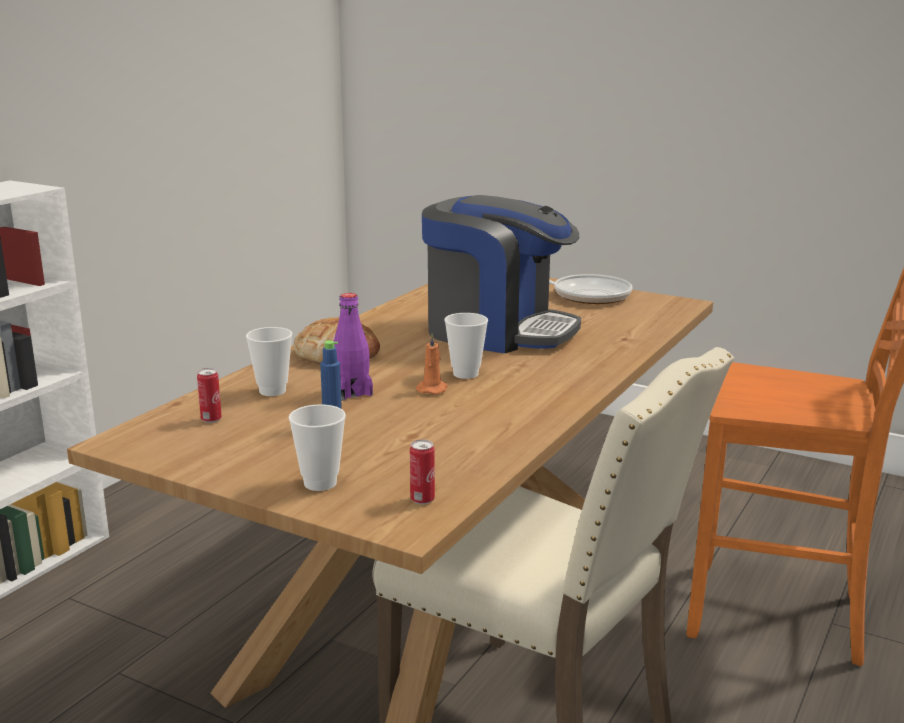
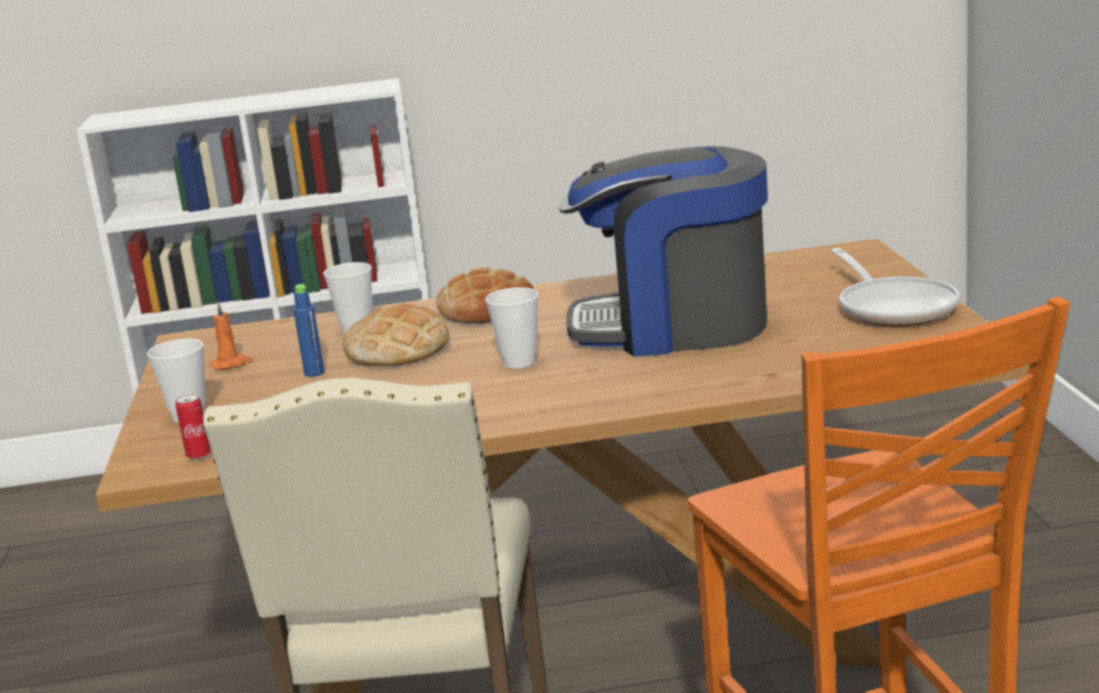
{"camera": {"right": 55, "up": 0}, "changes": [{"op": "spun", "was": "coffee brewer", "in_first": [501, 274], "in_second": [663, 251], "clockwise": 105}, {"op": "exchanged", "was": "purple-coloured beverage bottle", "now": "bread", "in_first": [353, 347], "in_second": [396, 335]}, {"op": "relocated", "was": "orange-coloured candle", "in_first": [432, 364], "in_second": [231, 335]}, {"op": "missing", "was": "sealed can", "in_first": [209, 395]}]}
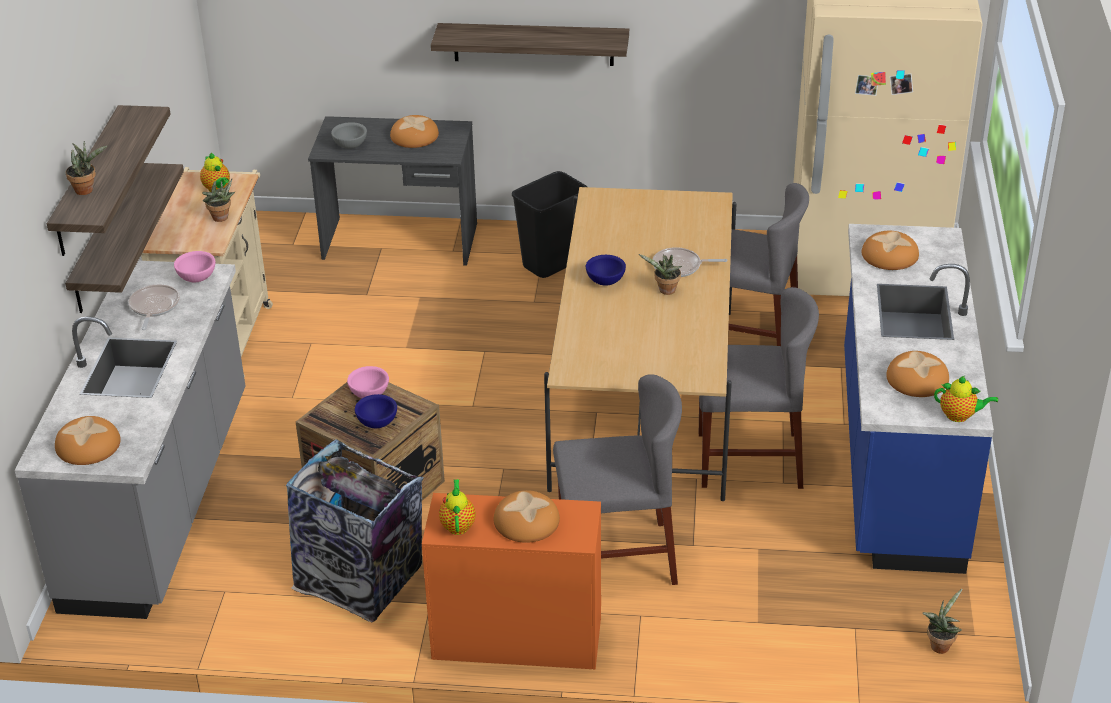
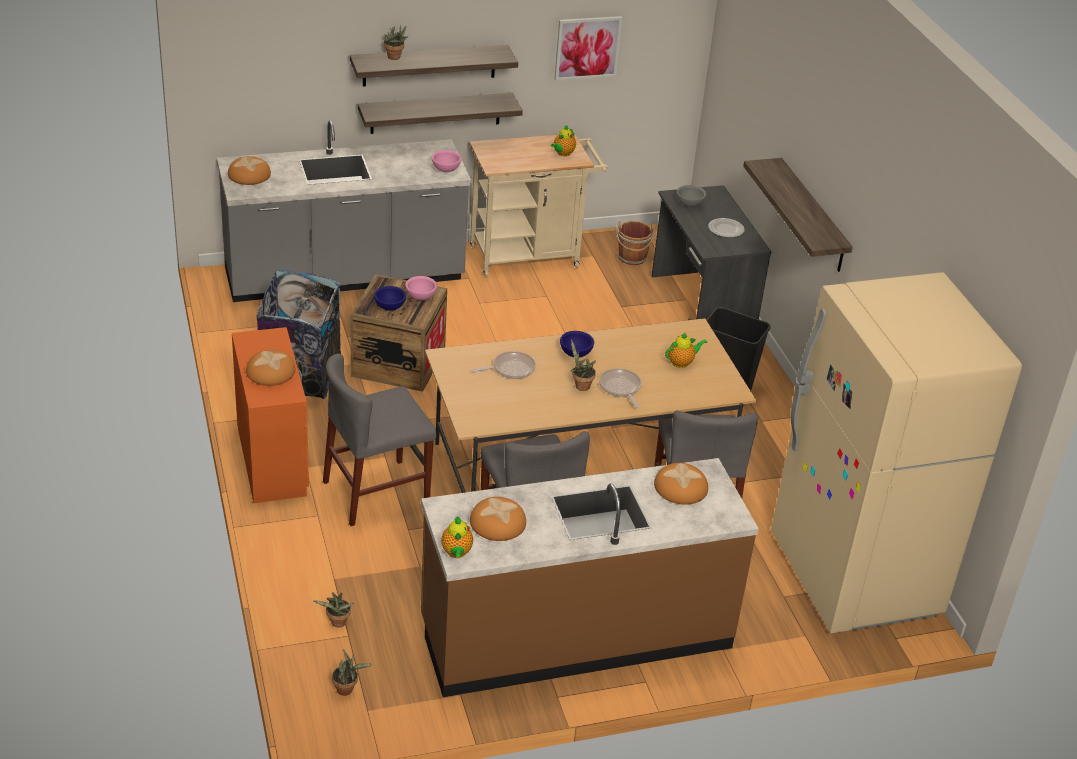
{"camera": {"right": 65, "up": 0}, "changes": [{"op": "exchanged", "was": "bread", "now": "flat dish", "in_first": [414, 131], "in_second": [726, 228]}, {"op": "relocated", "was": "plant in a pot", "in_first": [218, 200], "in_second": [333, 610]}, {"op": "colour", "was": "blue kitchen counter", "now": "brown kitchen counter", "in_first": [919, 399], "in_second": [590, 577]}, {"op": "relocated", "was": "frying pan", "in_first": [154, 307], "in_second": [504, 365]}, {"op": "spun", "was": "greyish upright chair", "in_first": [617, 479], "in_second": [380, 440], "clockwise": 90}, {"op": "relocated", "was": "teapot", "in_first": [457, 507], "in_second": [686, 350]}, {"op": "appeared", "now": "wall picture", "in_second": [588, 48]}, {"op": "appeared", "now": "brown water bucket", "in_second": [635, 243]}]}
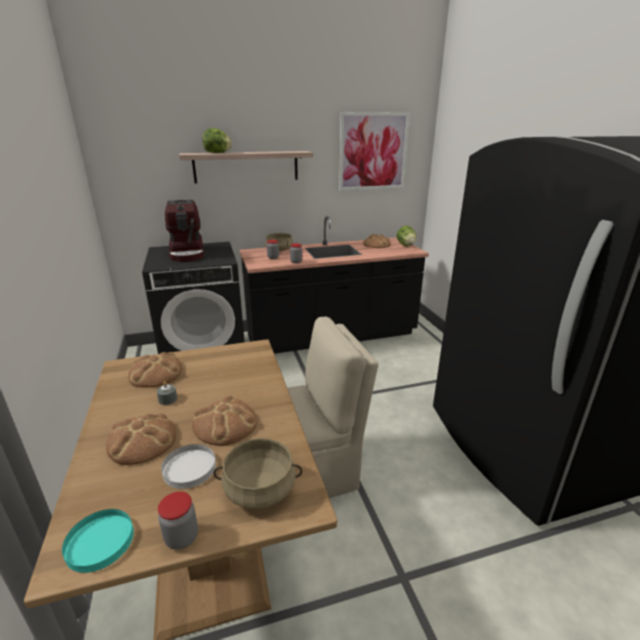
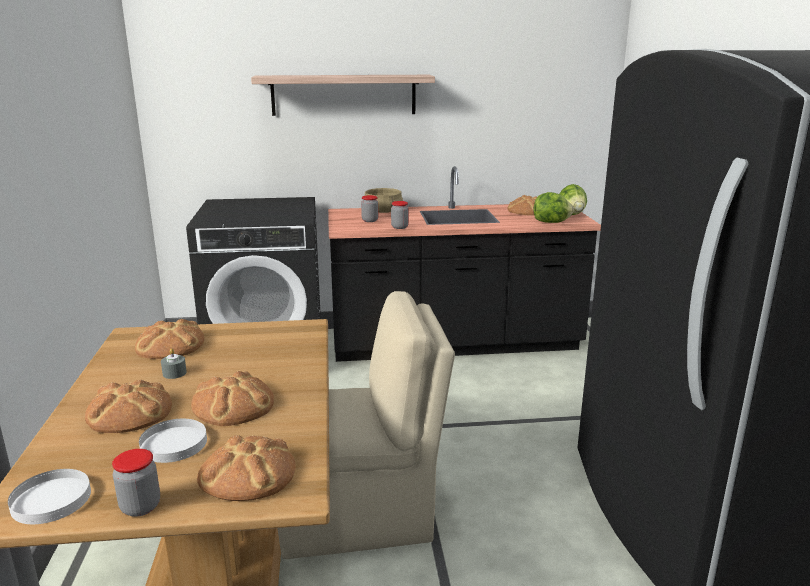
{"camera": {"right": 10, "up": -5}, "changes": [{"op": "missing", "was": "wall picture", "in_first": [374, 151]}, {"op": "relocated", "was": "head of lettuce", "in_first": [217, 140], "in_second": [553, 207]}, {"op": "missing", "was": "coffee brewer", "in_first": [184, 231]}, {"op": "exchanged", "was": "beige saucepot", "now": "bread", "in_first": [257, 473], "in_second": [246, 468]}, {"op": "colour", "was": "turquoise-coloured flat dish", "now": "white flat dish", "in_first": [98, 541], "in_second": [49, 496]}]}
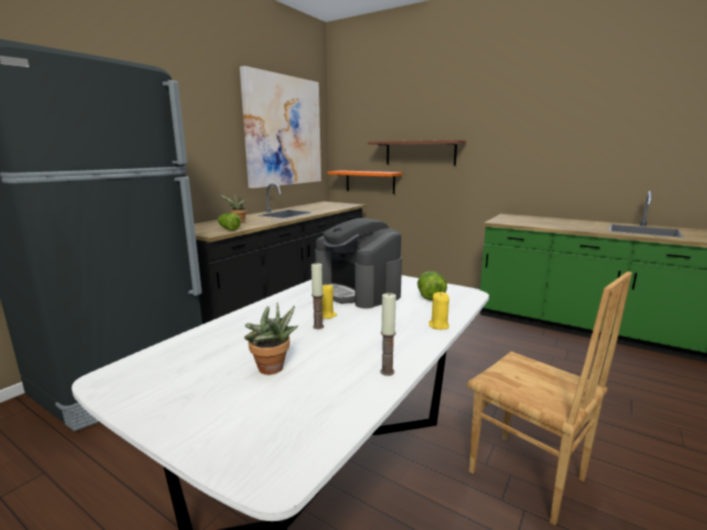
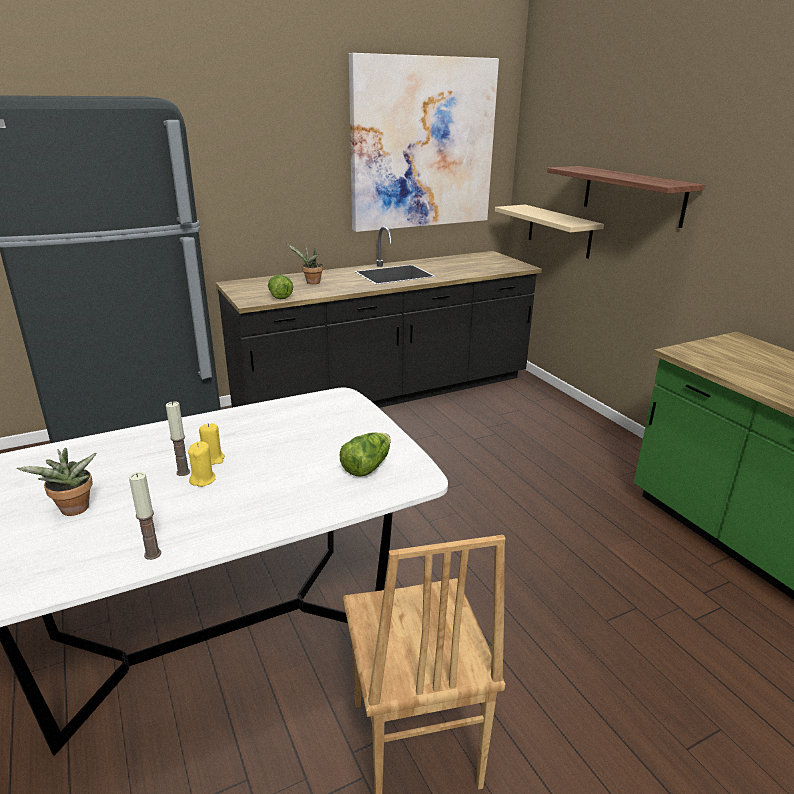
{"camera": {"right": 30, "up": 10}, "changes": [{"op": "colour", "was": "orange-coloured shelf", "now": "beige shelf", "in_first": [365, 182], "in_second": [549, 232]}, {"op": "missing", "was": "coffee brewer", "in_first": [358, 263]}, {"op": "relocated", "was": "yellow-coloured candle", "in_first": [439, 311], "in_second": [202, 464]}]}
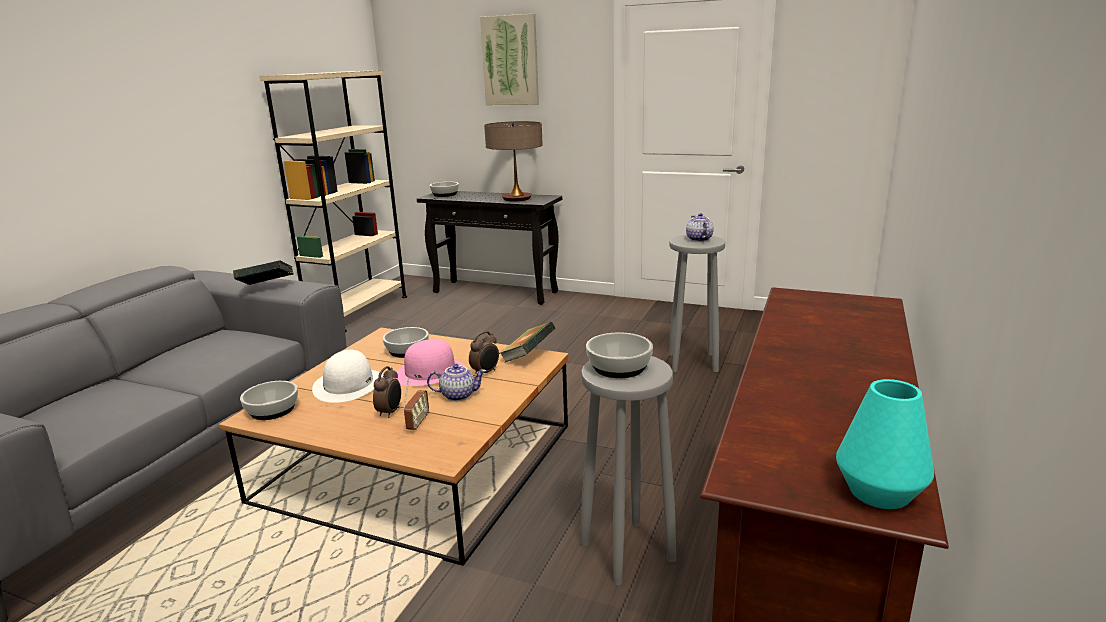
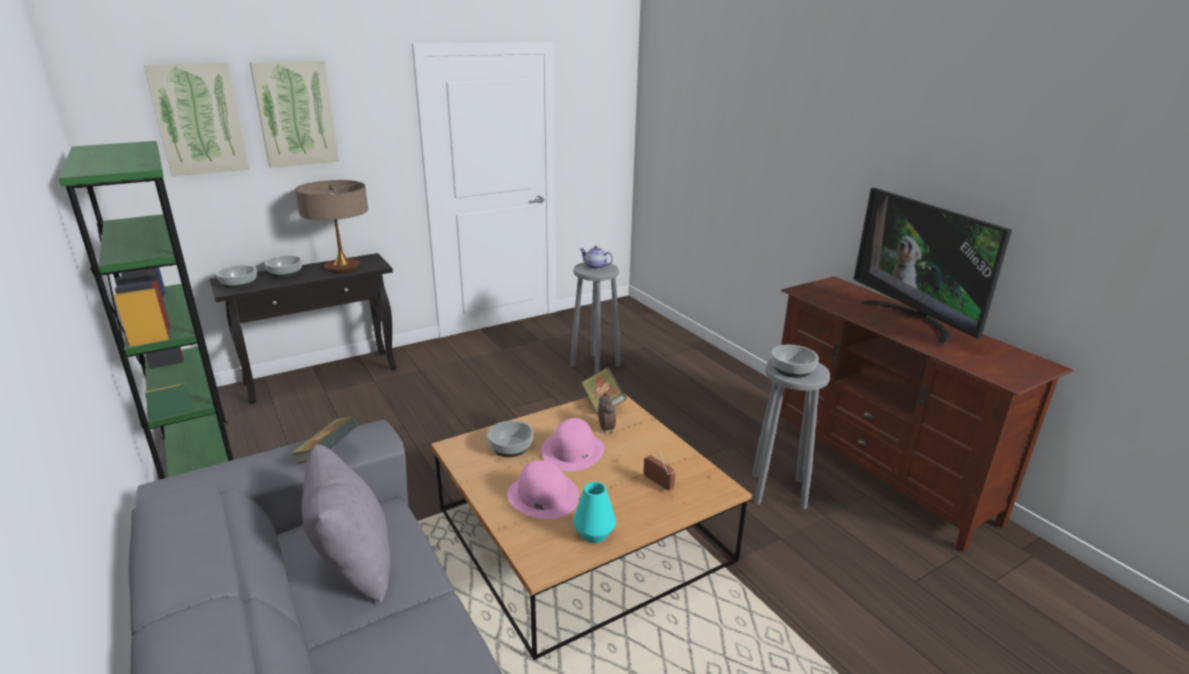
{"camera": {"right": -55, "up": 5}, "changes": [{"op": "colour", "was": "beige bookshelf", "now": "green-coloured bookshelf", "in_first": [333, 201], "in_second": [146, 310]}, {"op": "colour", "was": "white clothing hat", "now": "pink-coloured clothing hat", "in_first": [348, 376], "in_second": [543, 489]}, {"op": "missing", "was": "teapot", "in_first": [456, 382]}, {"op": "missing", "was": "bedside clock", "in_first": [387, 392]}, {"op": "relocated", "was": "turquoise-coloured decorative vase", "in_first": [885, 444], "in_second": [594, 512]}, {"op": "relocated", "was": "serving bowl", "in_first": [269, 400], "in_second": [283, 267]}, {"op": "appeared", "now": "wall picture", "in_second": [196, 119]}, {"op": "appeared", "now": "TV set", "in_second": [932, 266]}, {"op": "appeared", "now": "greyish pillow", "in_second": [346, 524]}]}
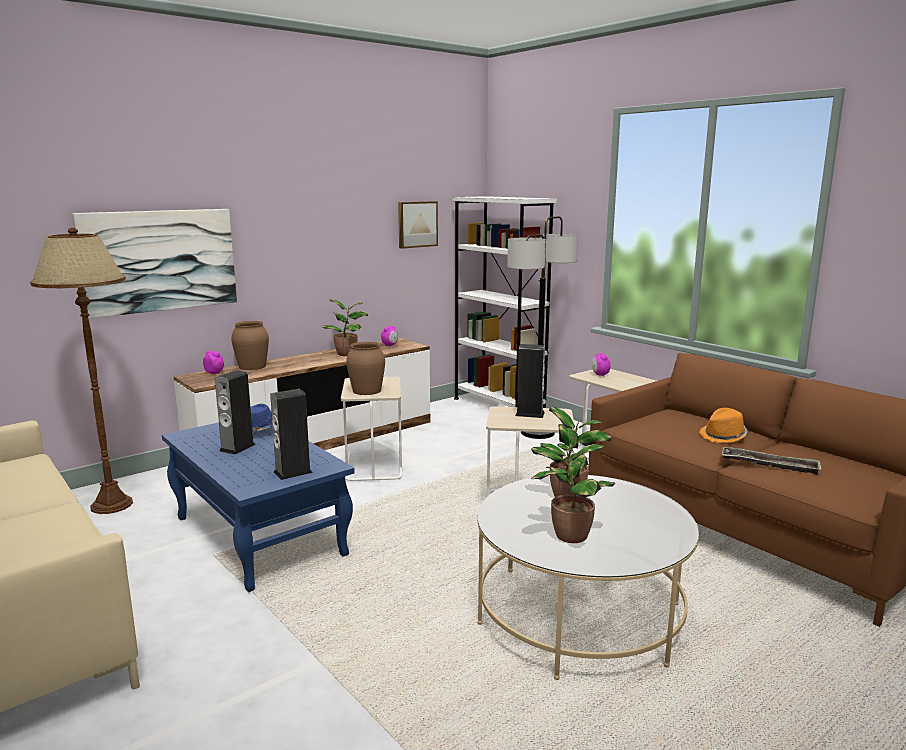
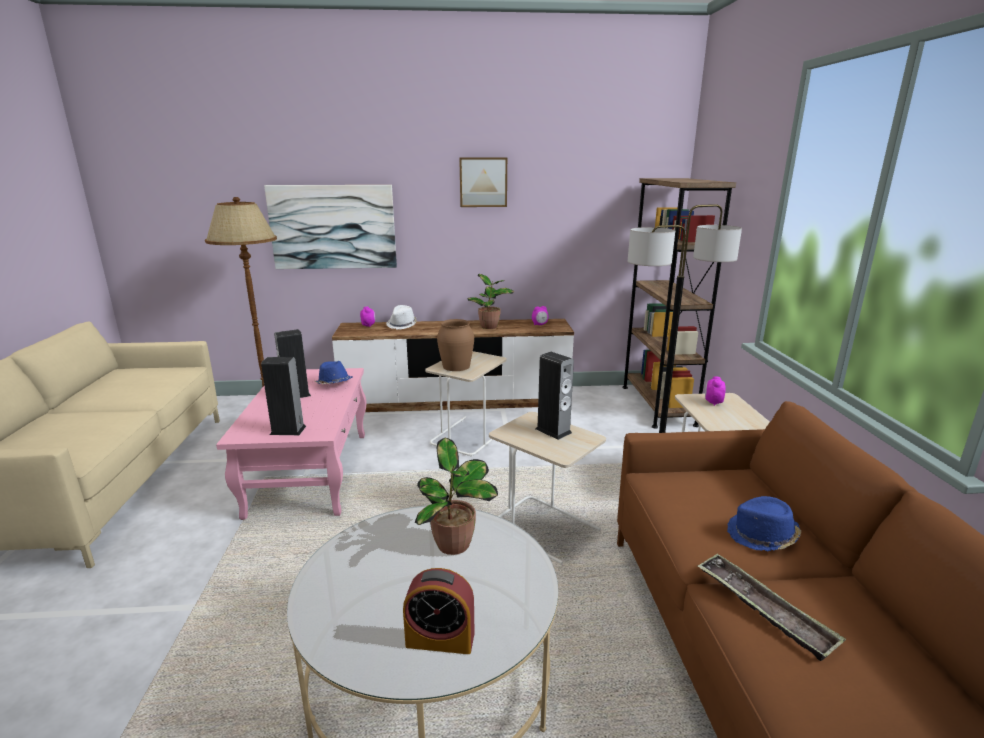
{"camera": {"right": 35, "up": 5}, "changes": [{"op": "colour", "was": "white bookshelf", "now": "brown bookshelf", "in_first": [505, 302], "in_second": [679, 303]}, {"op": "relocated", "was": "wall picture", "in_first": [418, 225], "in_second": [483, 182]}, {"op": "exchanged", "was": "brown decorative vase", "now": "white clothing hat", "in_first": [250, 345], "in_second": [401, 317]}, {"op": "colour", "was": "orange-coloured clothing hat", "now": "blue clothing hat", "in_first": [723, 425], "in_second": [764, 523]}, {"op": "colour", "was": "blue coffee table", "now": "pink-coloured coffee table", "in_first": [258, 507], "in_second": [291, 444]}, {"op": "missing", "was": "plant in a pot", "in_first": [573, 493]}, {"op": "appeared", "now": "bedside clock", "in_second": [439, 611]}]}
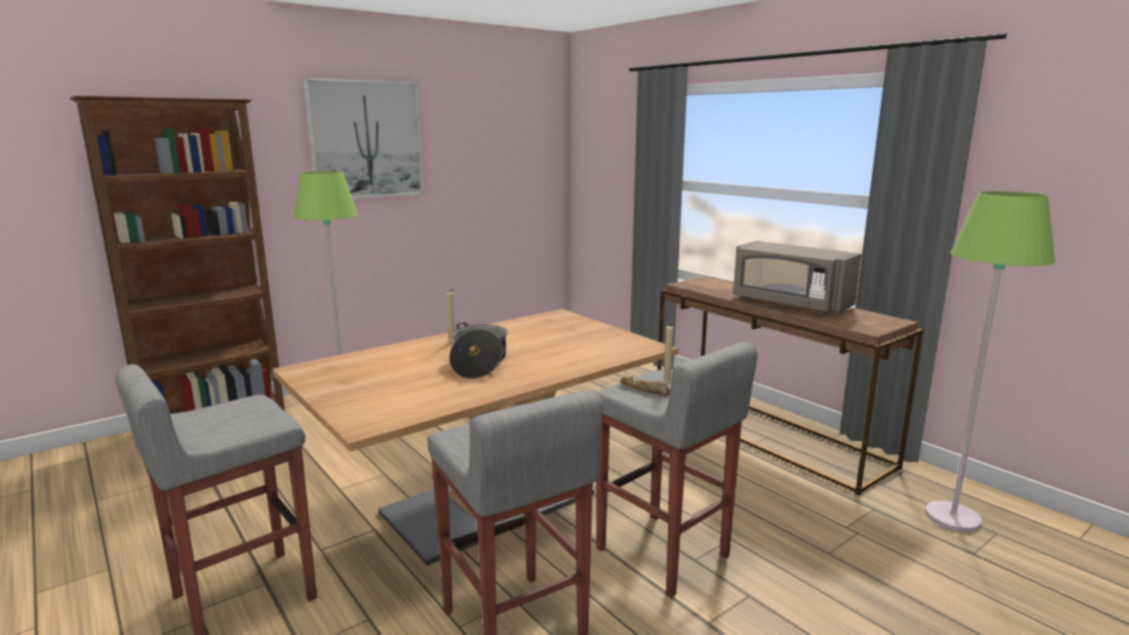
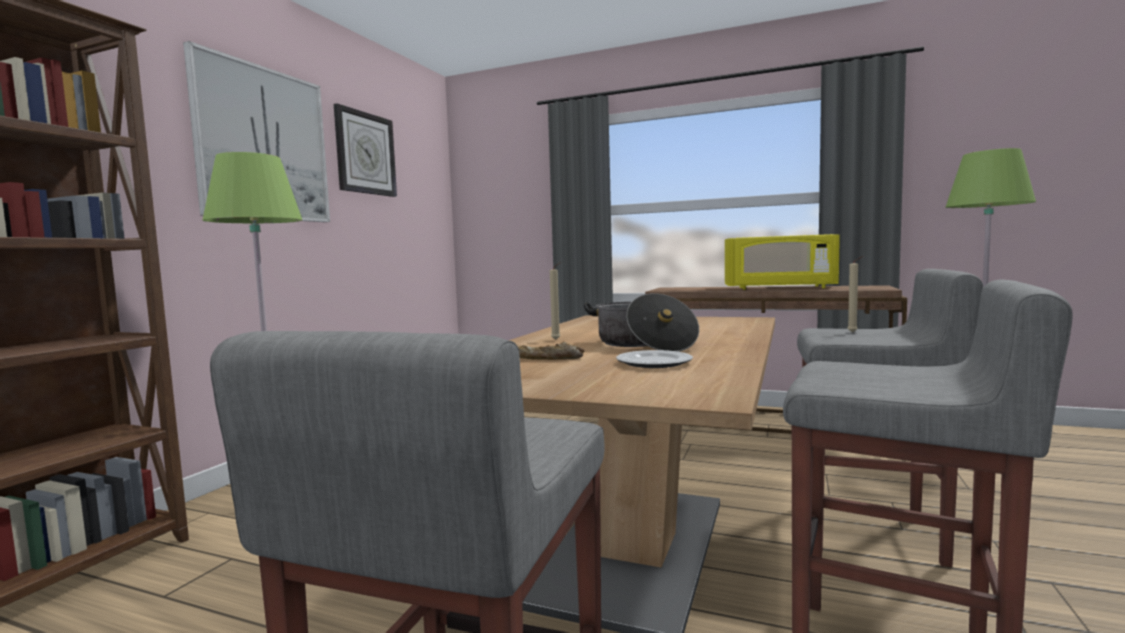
{"camera": {"right": -30, "up": -10}, "changes": [{"op": "colour", "was": "greyish microwave oven", "now": "yellow-coloured microwave oven", "in_first": [797, 277], "in_second": [782, 262]}, {"op": "relocated", "was": "bread", "in_first": [645, 386], "in_second": [551, 350]}, {"op": "appeared", "now": "hanging clock", "in_second": [365, 150]}, {"op": "appeared", "now": "flat dish", "in_second": [654, 359]}]}
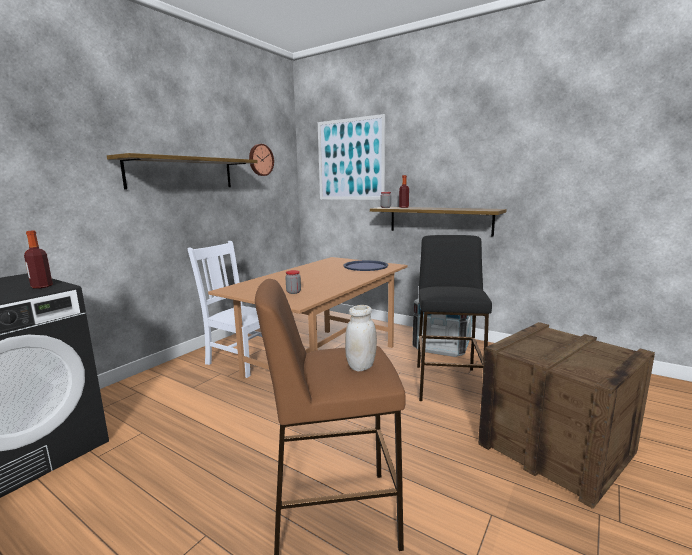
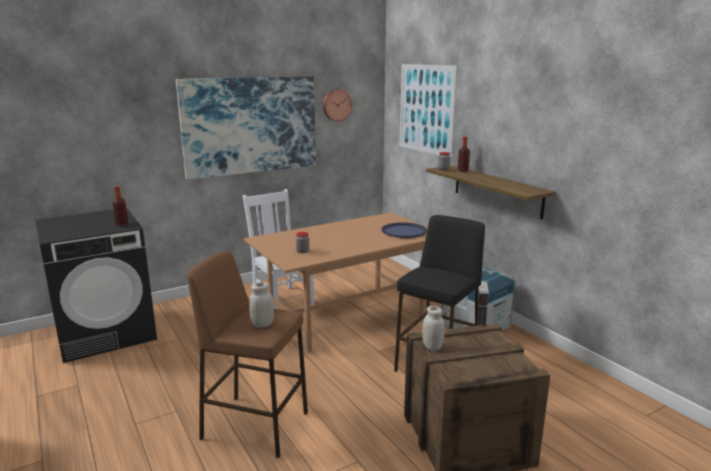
{"camera": {"right": 25, "up": 5}, "changes": [{"op": "exchanged", "was": "shelf", "now": "wall picture", "in_first": [182, 171], "in_second": [246, 128]}, {"op": "appeared", "now": "white storage jar", "in_second": [433, 328]}]}
